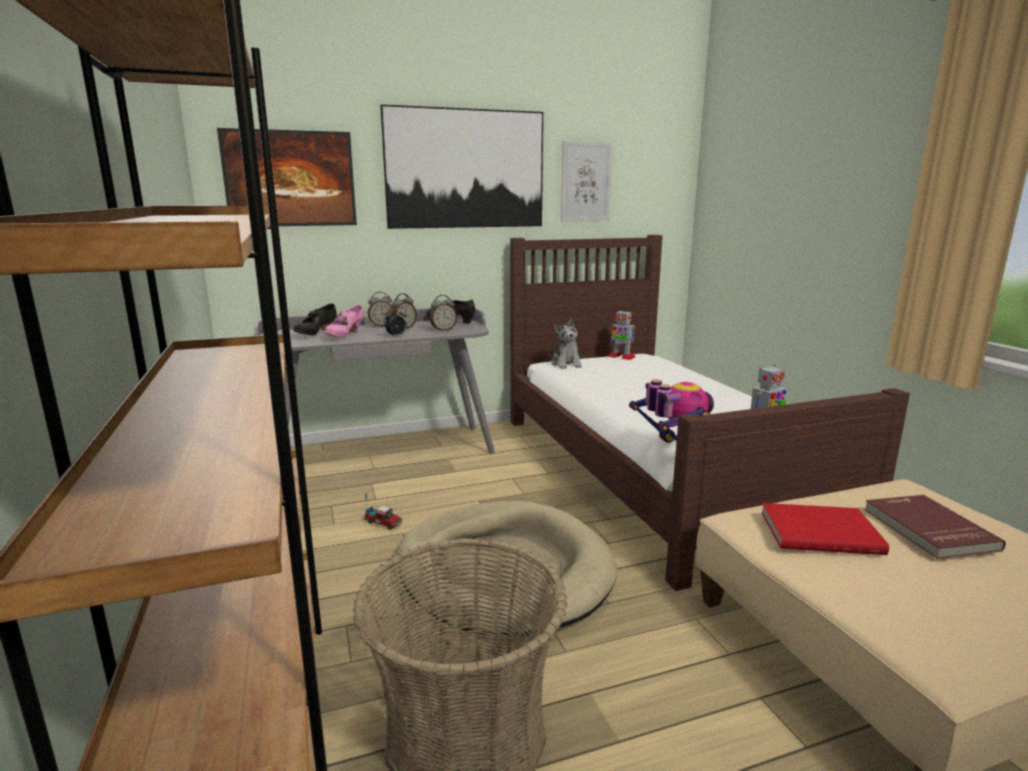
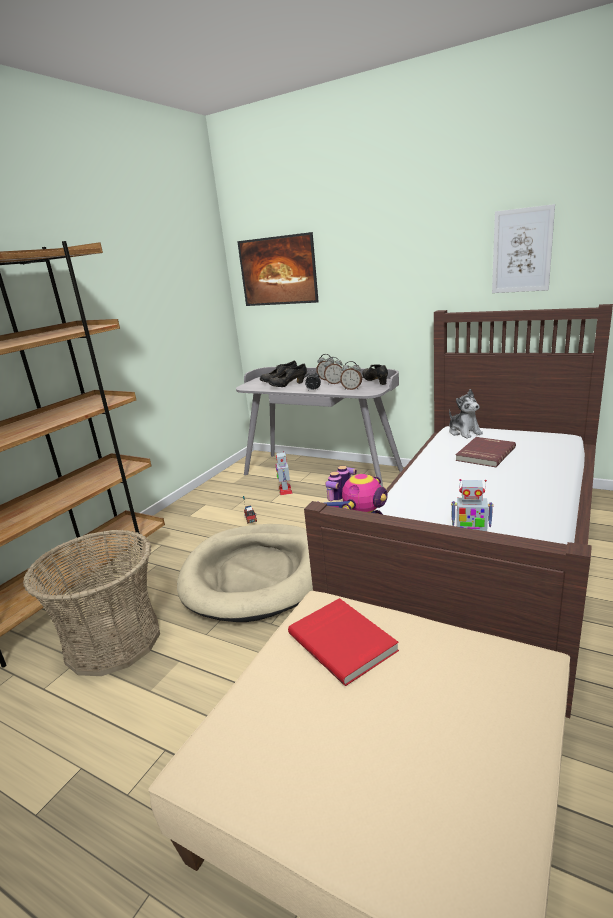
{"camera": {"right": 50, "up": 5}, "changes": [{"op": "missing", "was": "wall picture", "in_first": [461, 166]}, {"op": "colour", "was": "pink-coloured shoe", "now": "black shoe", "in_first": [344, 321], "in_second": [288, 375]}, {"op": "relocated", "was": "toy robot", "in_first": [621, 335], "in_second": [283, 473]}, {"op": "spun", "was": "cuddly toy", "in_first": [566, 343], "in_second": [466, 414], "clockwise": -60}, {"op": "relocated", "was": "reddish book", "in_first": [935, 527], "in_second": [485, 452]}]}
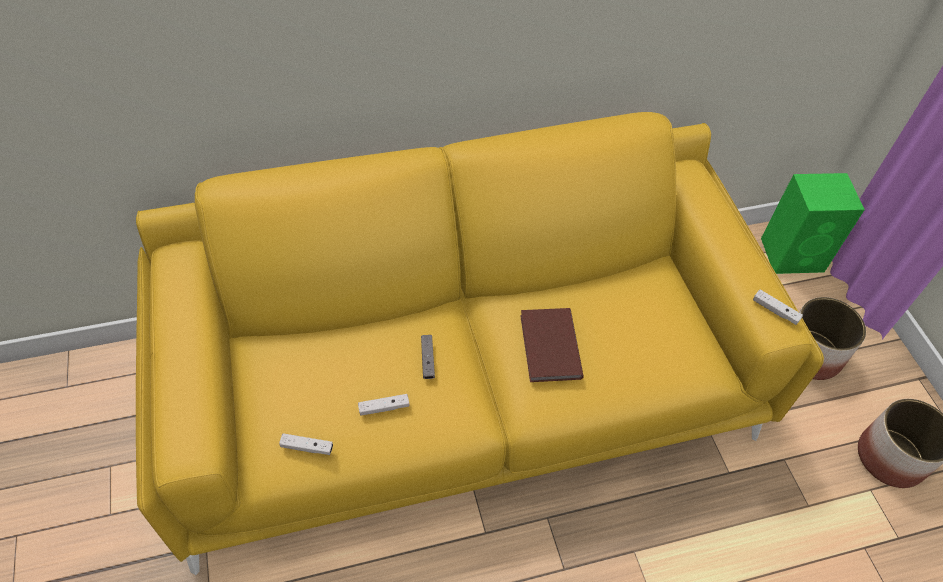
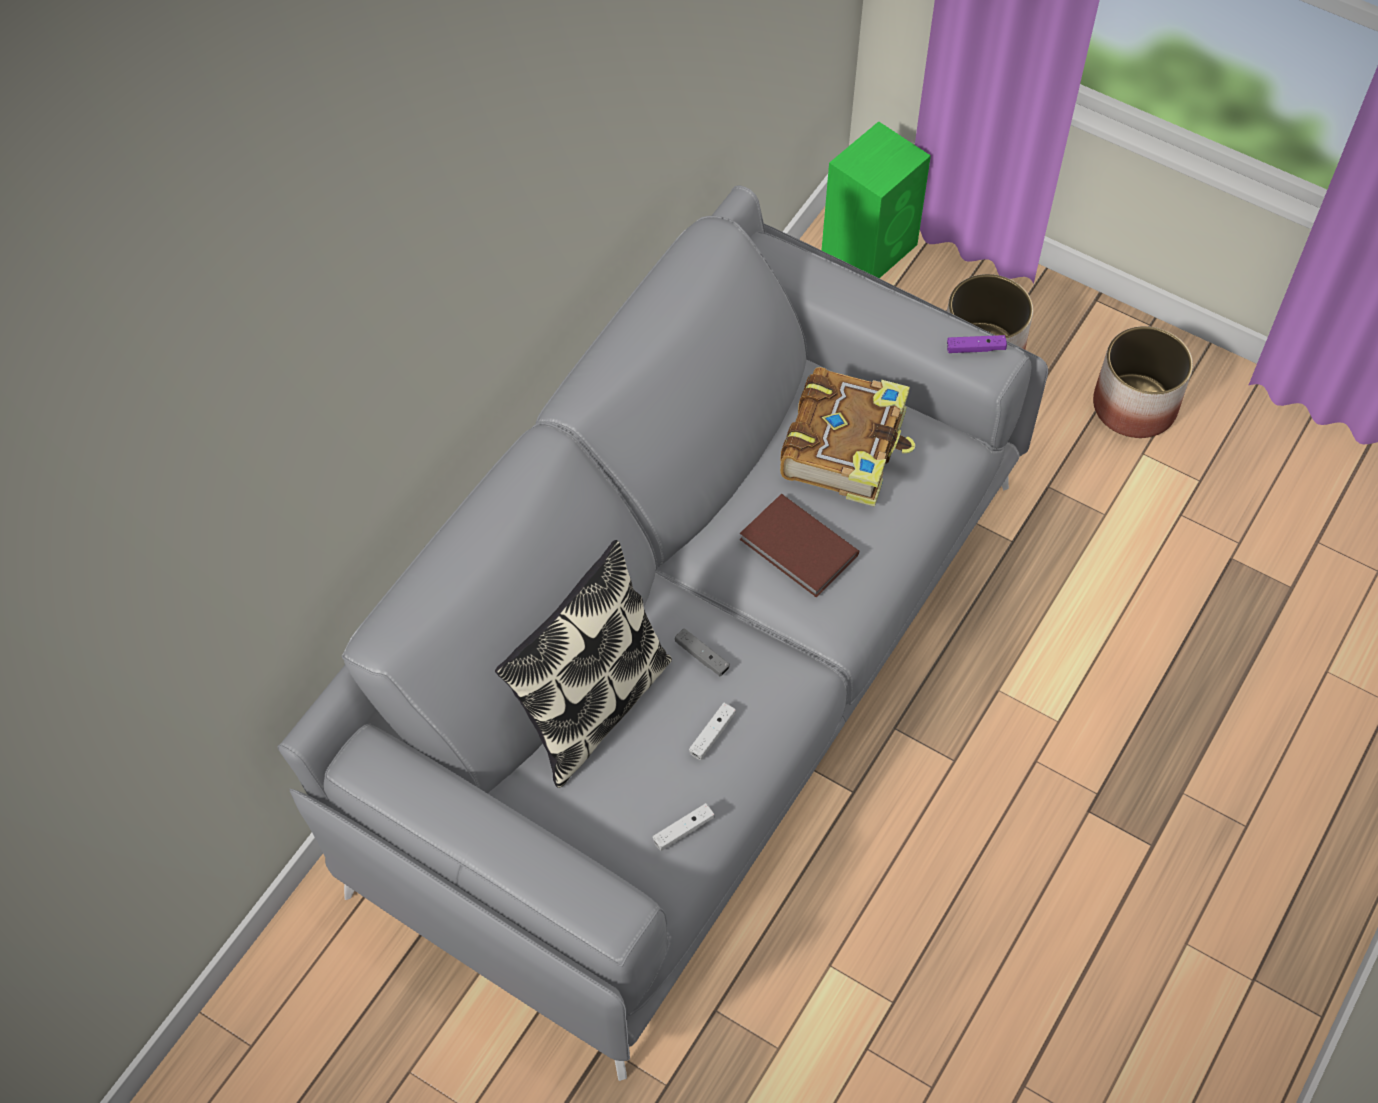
{"camera": {"right": -40, "up": 5}, "changes": [{"op": "colour", "was": "yellow-coloured sofa", "now": "greyish sofa", "in_first": [480, 343], "in_second": [662, 633]}, {"op": "colour", "was": "white joypad", "now": "purple-coloured joypad", "in_first": [778, 307], "in_second": [977, 344]}, {"op": "appeared", "now": "book", "in_second": [847, 437]}, {"op": "appeared", "now": "pillow", "in_second": [583, 664]}]}
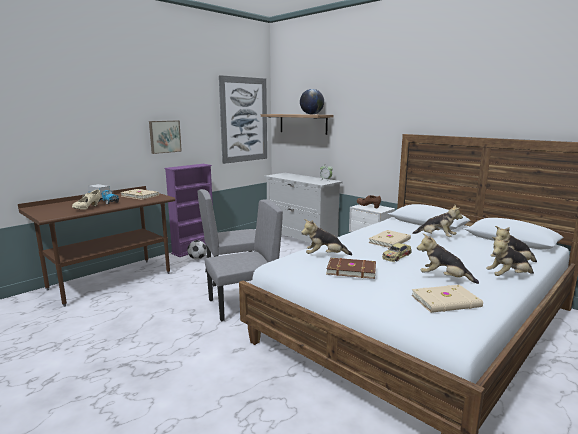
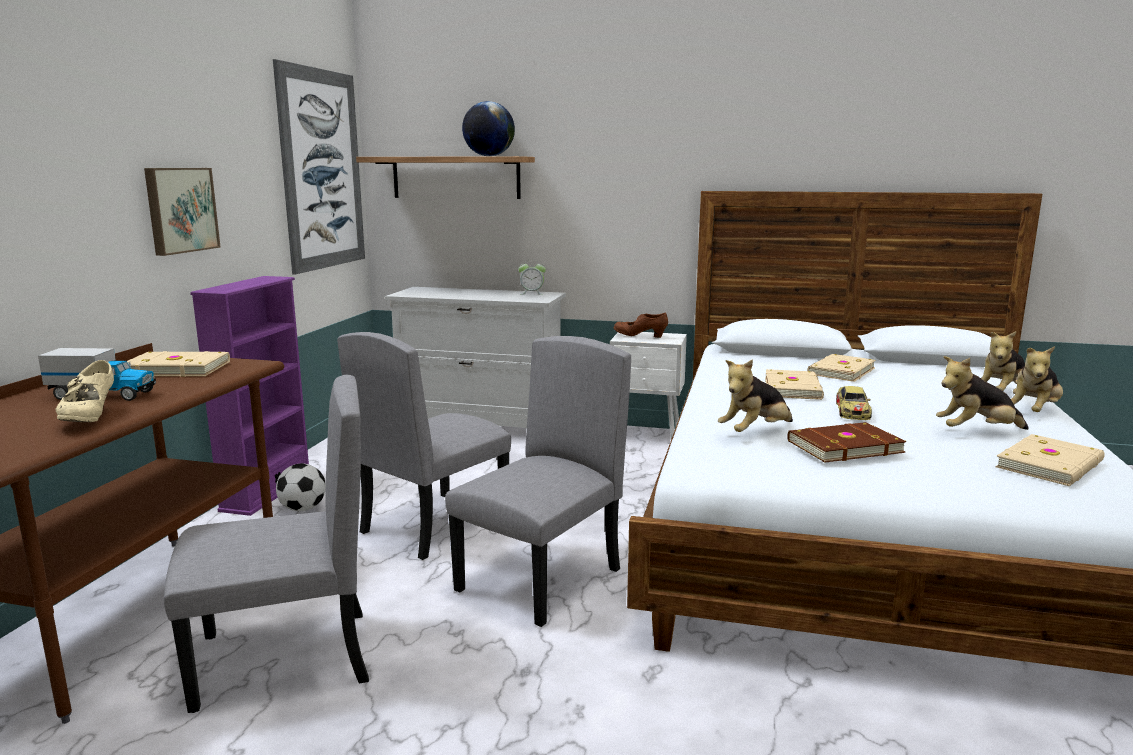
{"camera": {"right": -30, "up": 0}, "changes": [{"op": "exchanged", "was": "cuddly toy", "now": "beige book", "in_first": [437, 221], "in_second": [841, 368]}, {"op": "appeared", "now": "greyish upright chair", "in_second": [266, 544]}]}
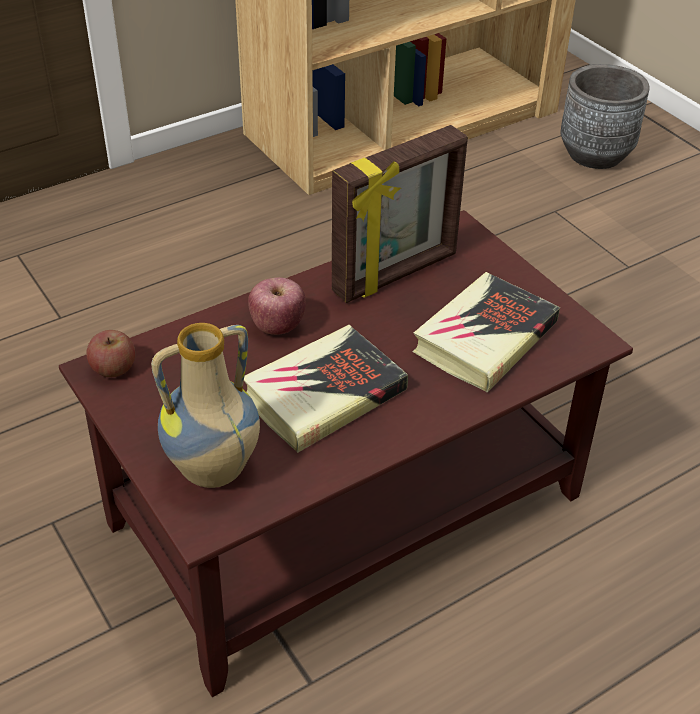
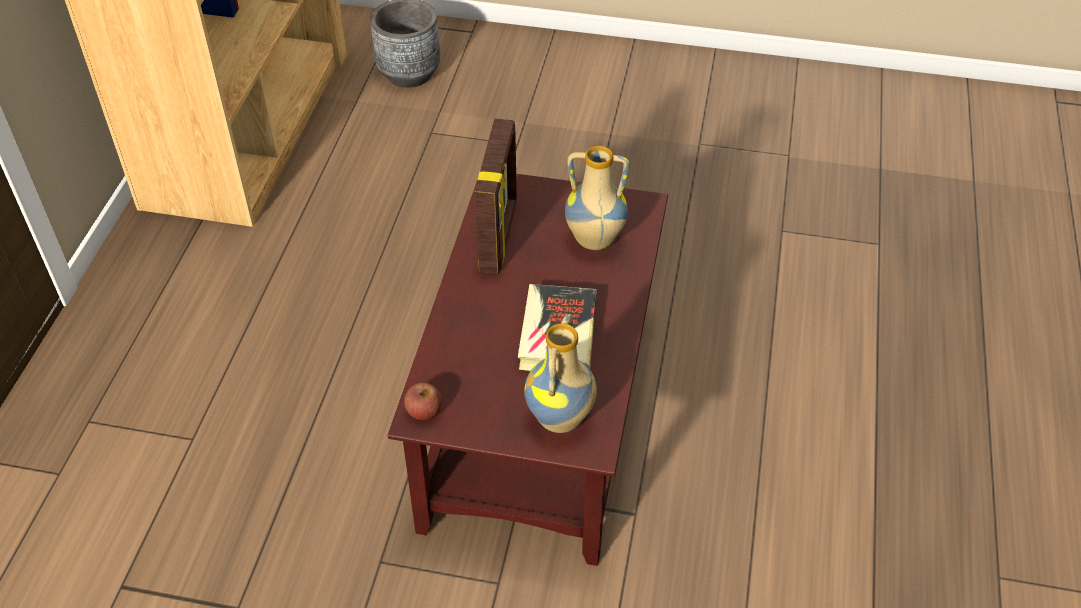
{"camera": {"right": -45, "up": 5}, "changes": [{"op": "exchanged", "was": "book", "now": "decorative vase", "in_first": [486, 332], "in_second": [597, 198]}, {"op": "missing", "was": "whole apple", "in_first": [277, 306]}]}
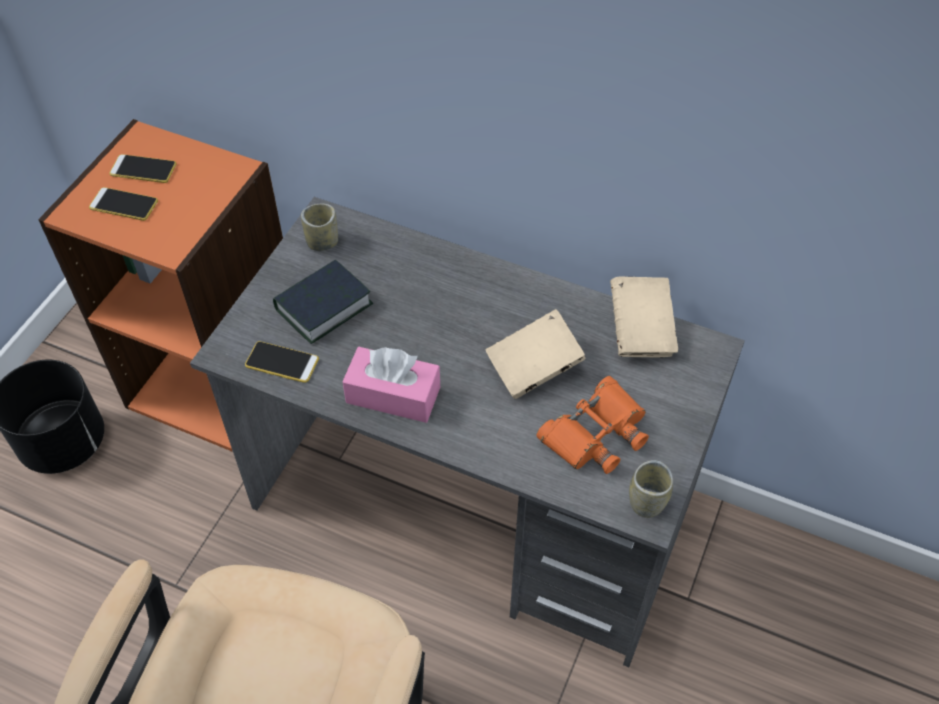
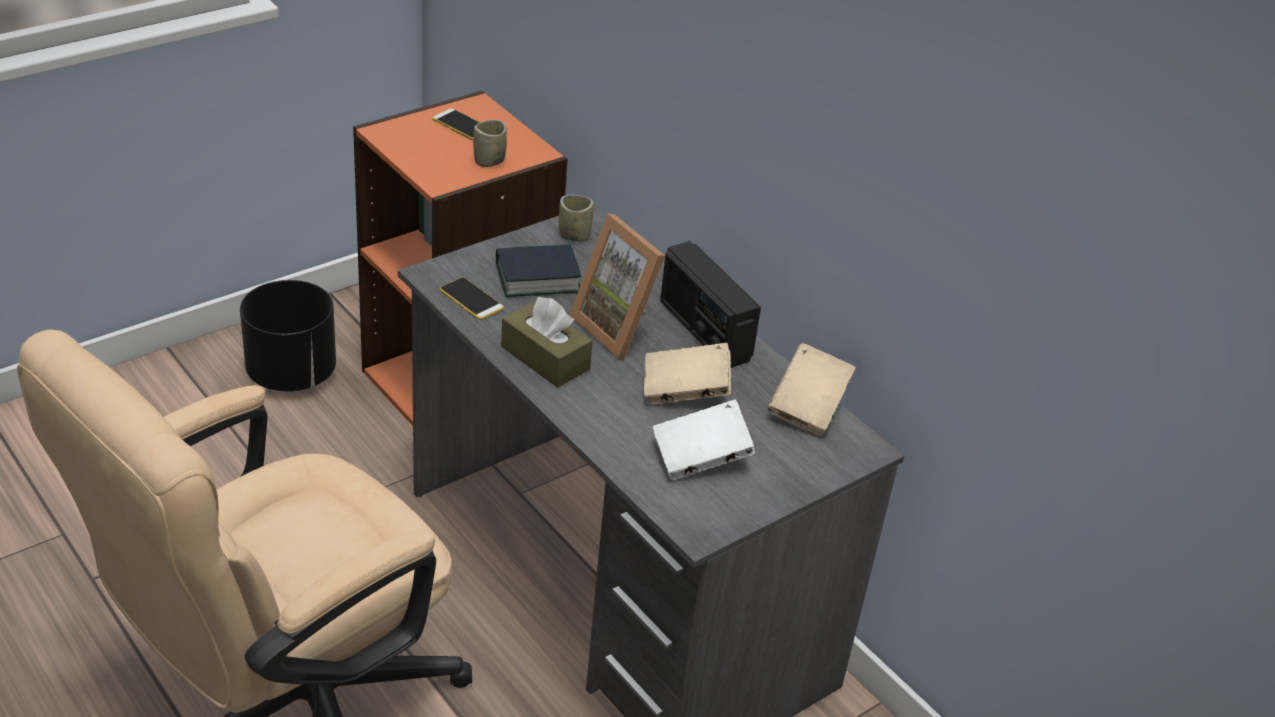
{"camera": {"right": 25, "up": -15}, "changes": [{"op": "missing", "was": "handset", "in_first": [123, 204]}, {"op": "colour", "was": "pink-coloured tissue box", "now": "brown tissue box", "in_first": [391, 385], "in_second": [546, 342]}, {"op": "exchanged", "was": "orange-coloured pair of binoculars", "now": "white book", "in_first": [592, 425], "in_second": [704, 439]}, {"op": "relocated", "was": "cup", "in_first": [651, 489], "in_second": [490, 143]}, {"op": "appeared", "now": "photo frame", "in_second": [617, 286]}, {"op": "appeared", "now": "radio set", "in_second": [710, 304]}]}
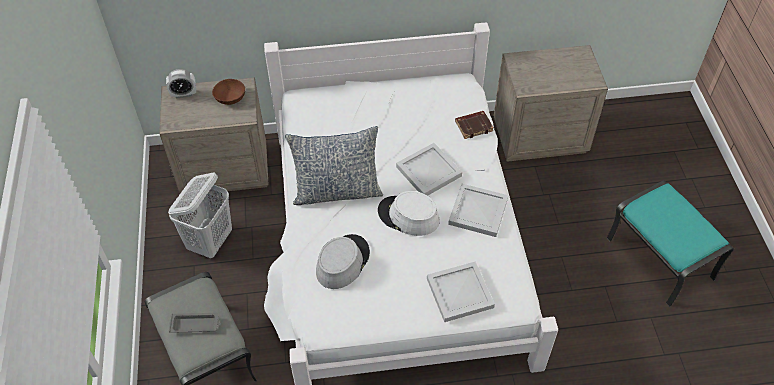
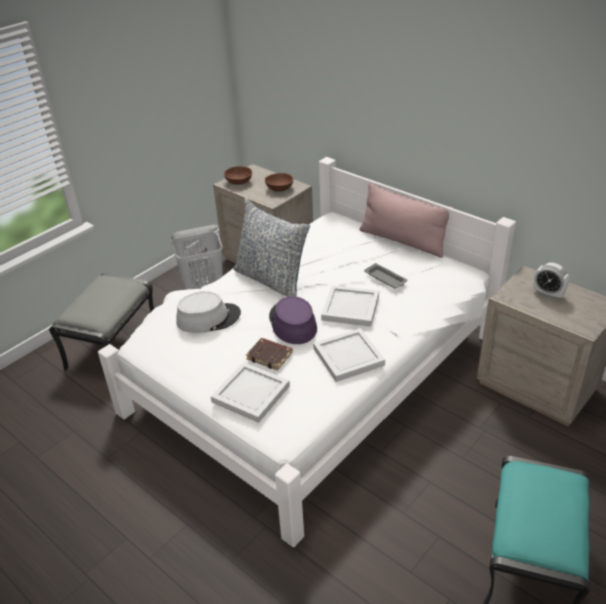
{"camera": {"right": 50, "up": -15}, "changes": [{"op": "relocated", "was": "bedside clock", "in_first": [181, 84], "in_second": [551, 281]}, {"op": "relocated", "was": "brown book", "in_first": [474, 125], "in_second": [269, 354]}, {"op": "colour", "was": "white clothing hat", "now": "purple-coloured clothing hat", "in_first": [409, 213], "in_second": [293, 320]}, {"op": "relocated", "was": "greyish serving tray", "in_first": [194, 323], "in_second": [385, 275]}, {"op": "appeared", "now": "brown serving bowl", "in_second": [238, 175]}, {"op": "appeared", "now": "pink-coloured pillow", "in_second": [407, 220]}]}
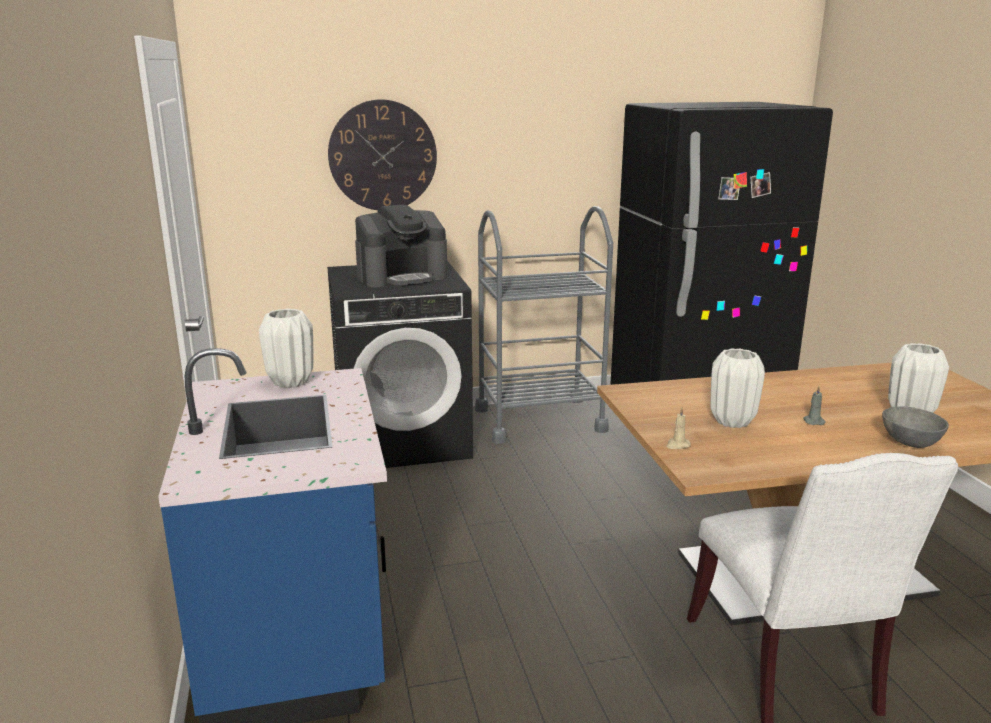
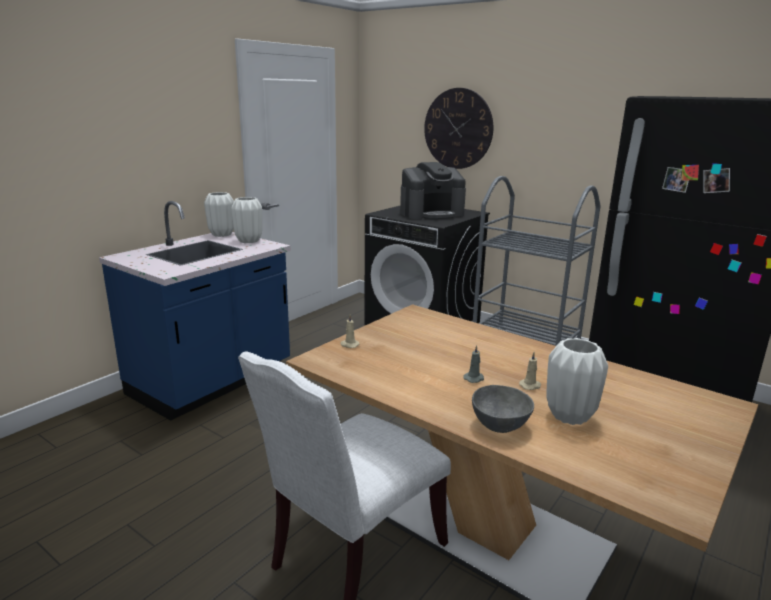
{"camera": {"right": 50, "up": 0}, "changes": [{"op": "spun", "was": "coffee brewer", "in_first": [401, 246], "in_second": [433, 190], "clockwise": -45}, {"op": "relocated", "was": "white decorative vase", "in_first": [738, 388], "in_second": [219, 214]}, {"op": "appeared", "now": "beige candle", "in_second": [530, 371]}]}
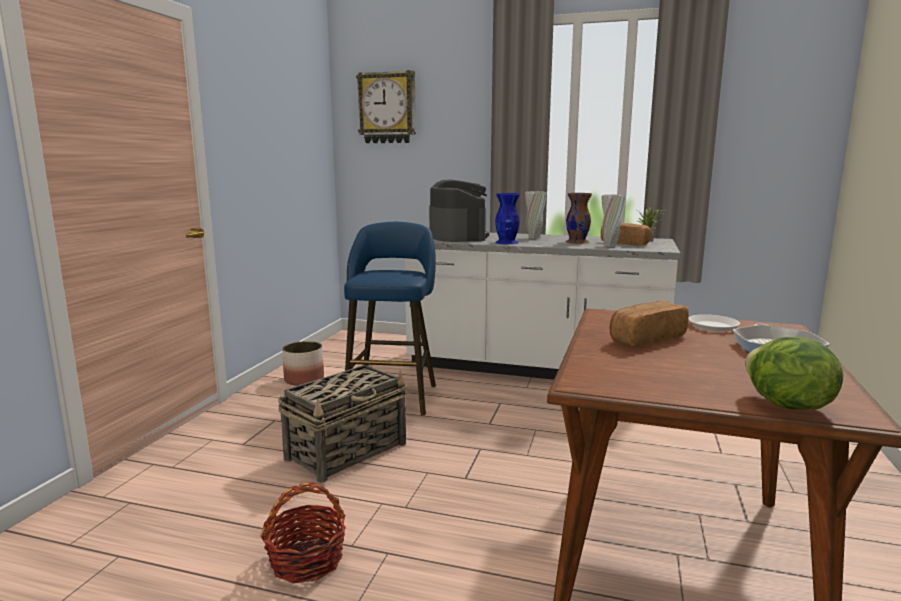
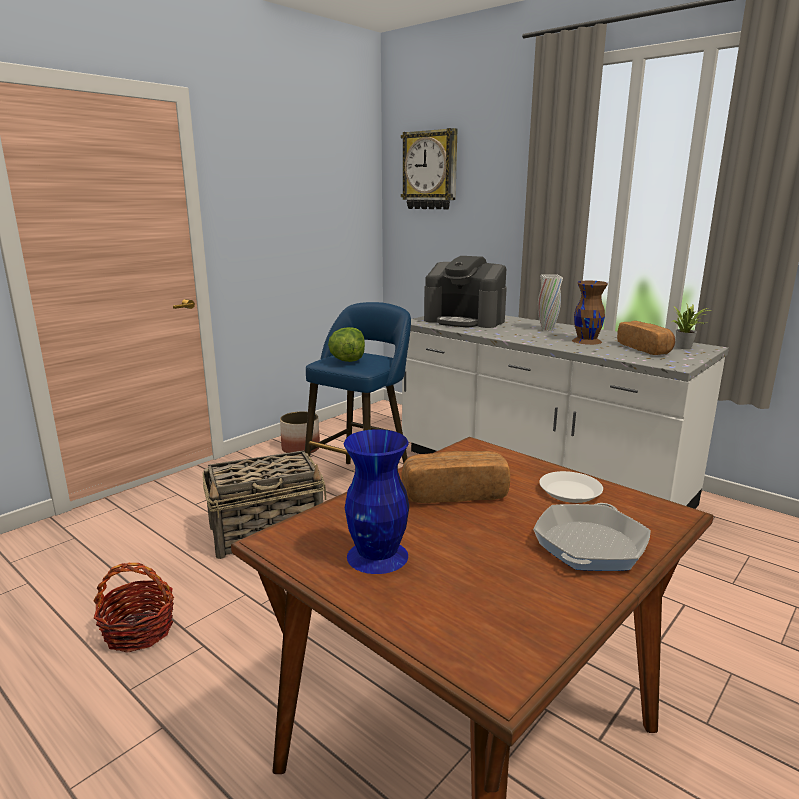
{"camera": {"right": 25, "up": 5}, "changes": [{"op": "spun", "was": "coffee brewer", "in_first": [459, 210], "in_second": [465, 292], "clockwise": 105}, {"op": "relocated", "was": "blue decorative vase", "in_first": [507, 218], "in_second": [376, 501]}, {"op": "missing", "was": "white decorative vase", "in_first": [613, 220]}, {"op": "relocated", "was": "head of lettuce", "in_first": [794, 373], "in_second": [346, 344]}]}
